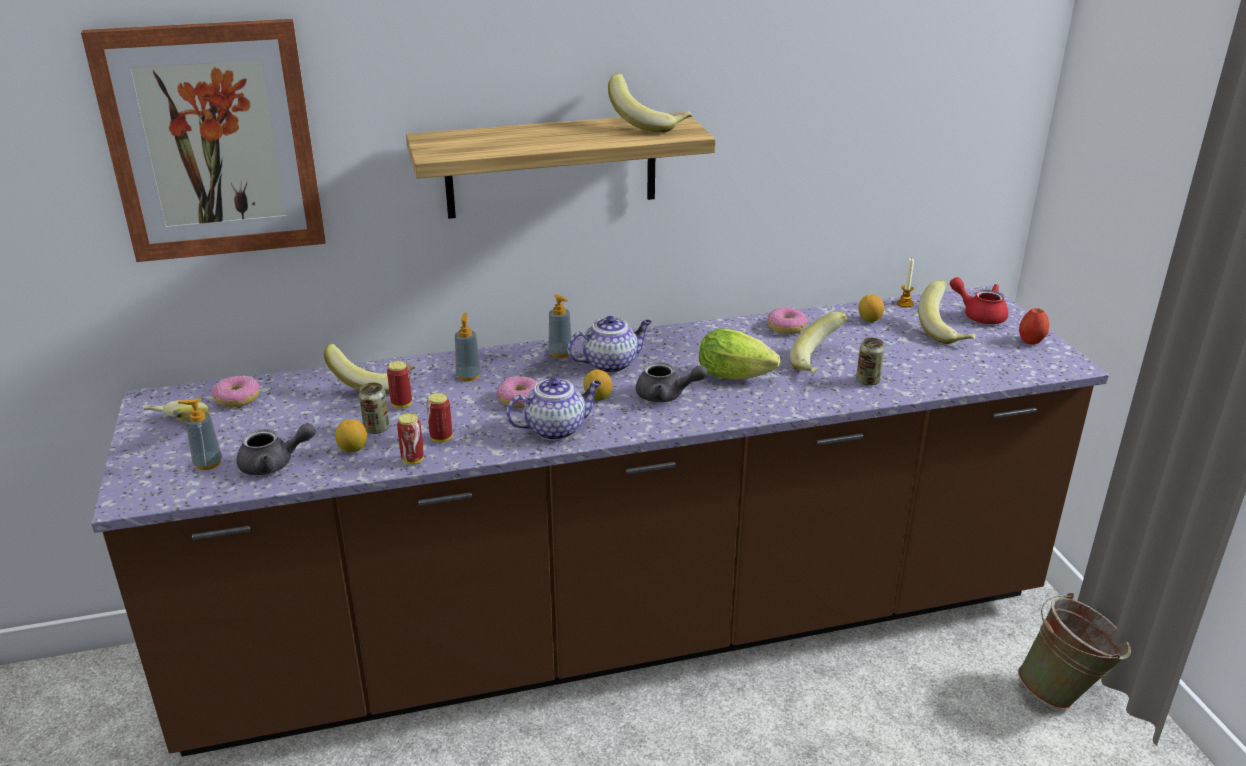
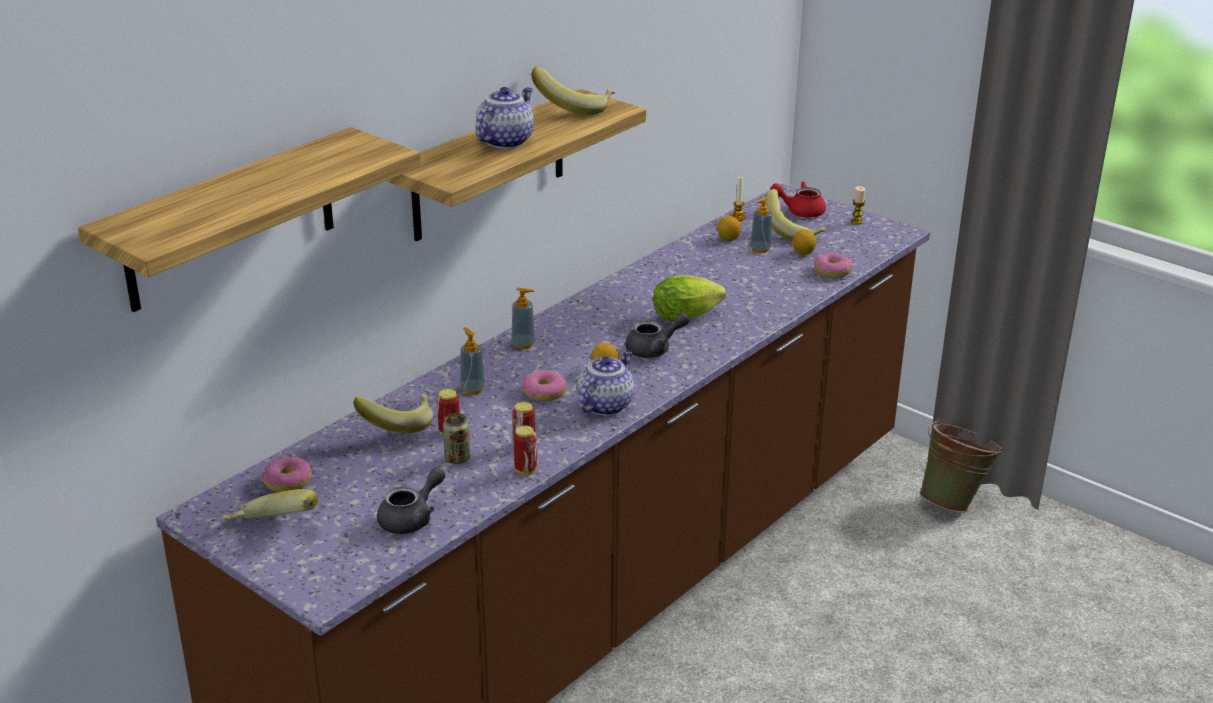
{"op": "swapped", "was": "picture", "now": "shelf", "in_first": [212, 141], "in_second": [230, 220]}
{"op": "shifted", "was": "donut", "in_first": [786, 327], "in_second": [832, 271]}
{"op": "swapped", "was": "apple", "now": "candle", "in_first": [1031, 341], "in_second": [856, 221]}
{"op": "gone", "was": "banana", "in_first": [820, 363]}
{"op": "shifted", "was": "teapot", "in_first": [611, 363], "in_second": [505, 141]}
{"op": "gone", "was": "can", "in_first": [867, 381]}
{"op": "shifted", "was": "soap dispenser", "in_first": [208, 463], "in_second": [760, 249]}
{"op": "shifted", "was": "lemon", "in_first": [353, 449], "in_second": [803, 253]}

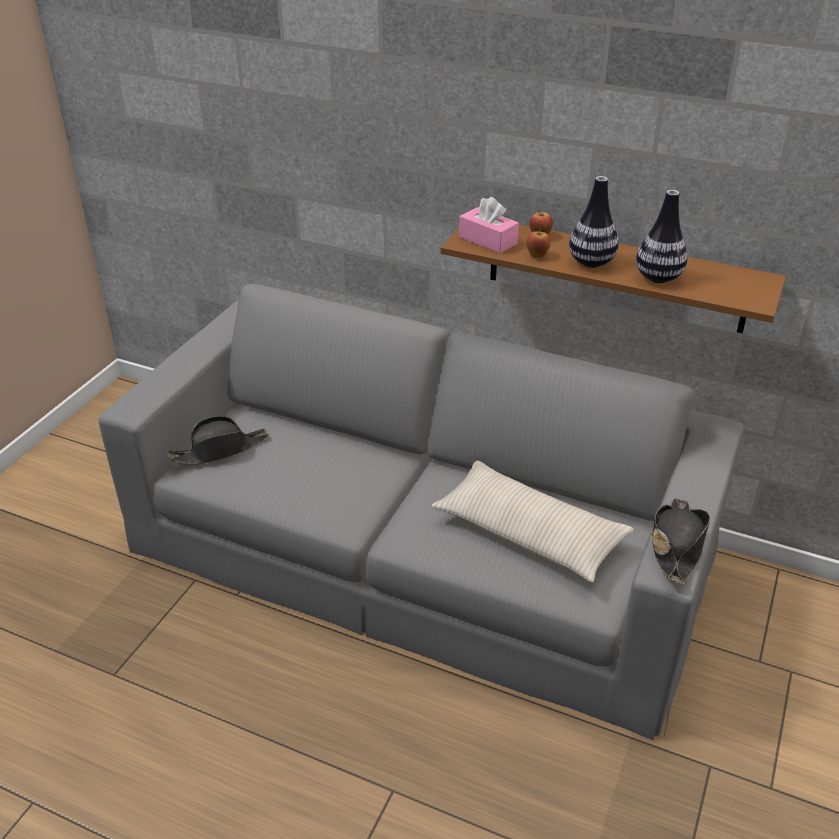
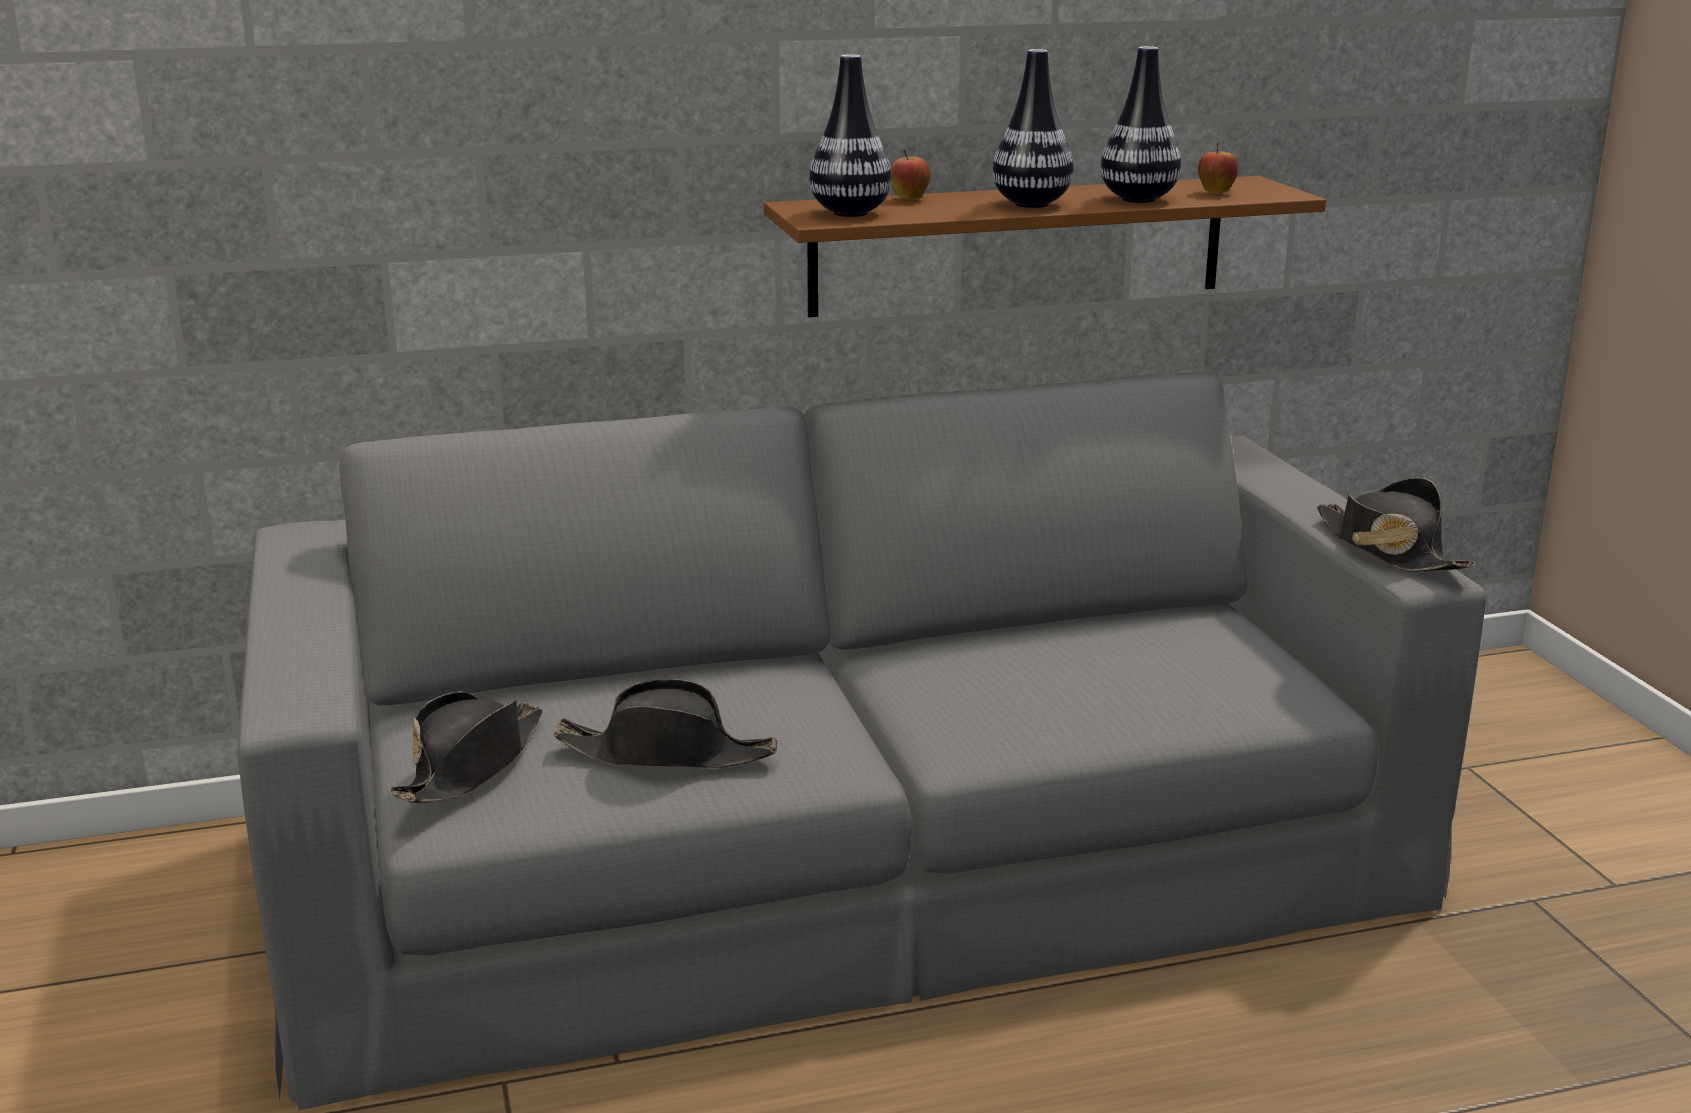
{"op": "swapped", "was": "tissue box (pink)", "now": "vase", "in_first": [488, 240], "in_second": [850, 213]}
{"op": "shifted", "was": "apple", "in_first": [537, 256], "in_second": [1215, 193]}
{"op": "gone", "was": "pillow (beige)", "in_first": [529, 533]}
{"op": "new", "now": "hat (black)", "in_second": [667, 753]}

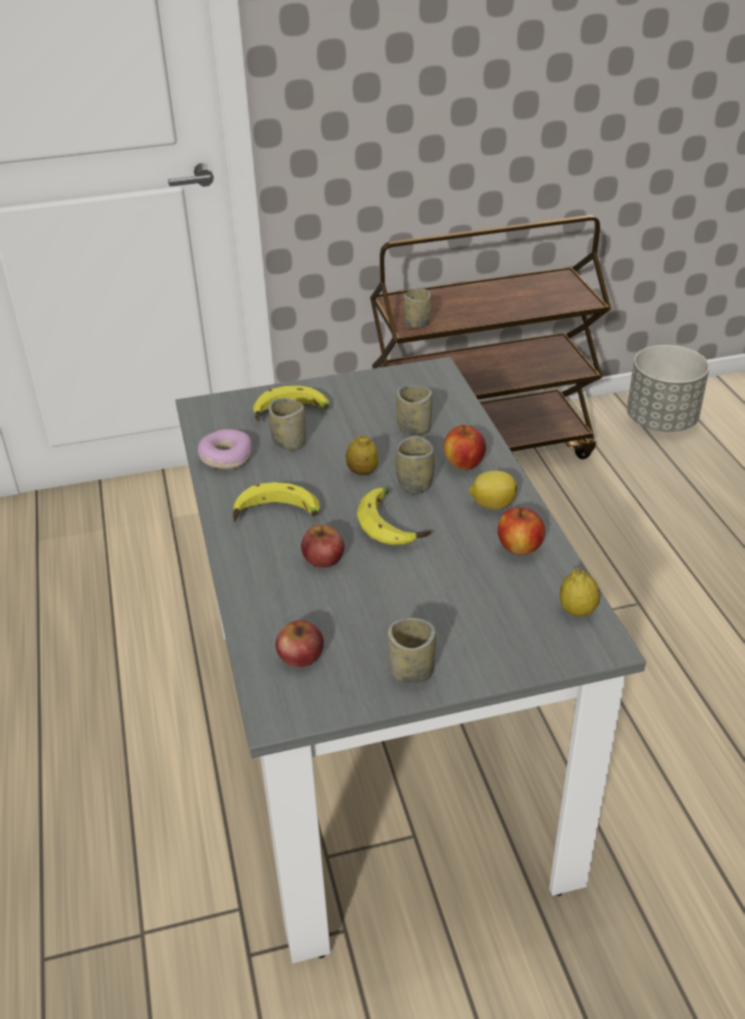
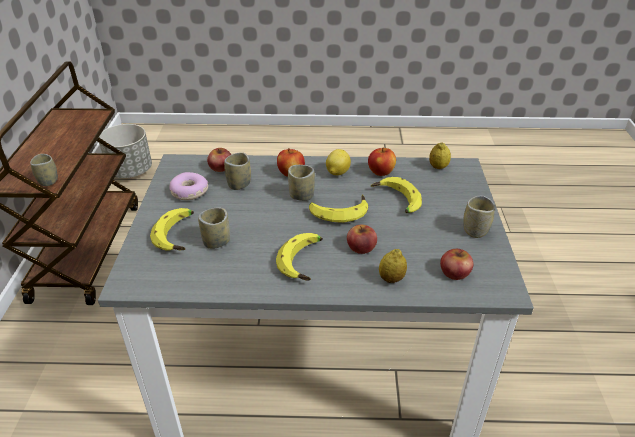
{"op": "shifted", "was": "donut", "in_first": [225, 457], "in_second": [189, 192]}
{"op": "shifted", "was": "lemon", "in_first": [362, 472], "in_second": [391, 279]}
{"op": "new", "now": "apple", "in_second": [220, 167]}
{"op": "new", "now": "banana", "in_second": [395, 201]}

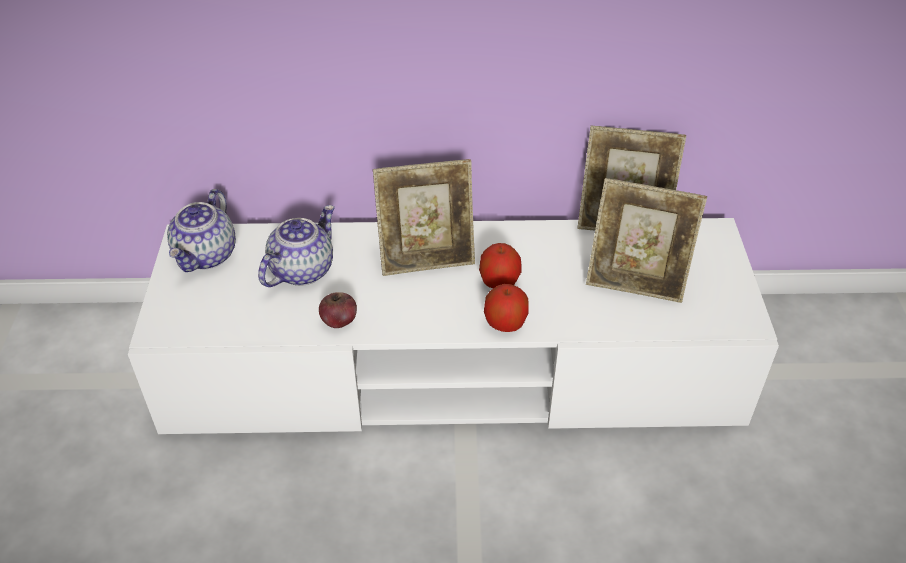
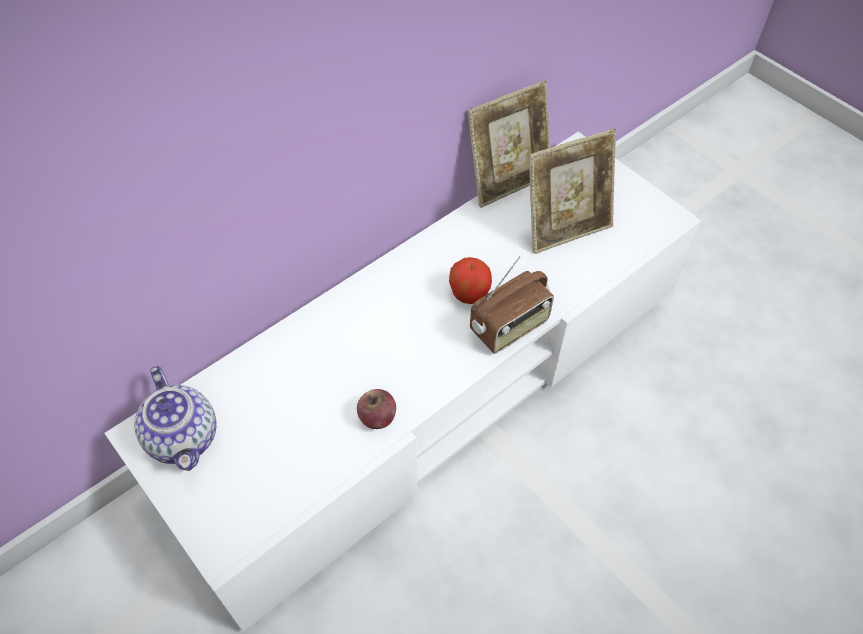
{"op": "gone", "was": "picture frame", "in_first": [426, 258]}
{"op": "gone", "was": "teapot", "in_first": [302, 269]}
{"op": "swapped", "was": "apple", "now": "radio", "in_first": [505, 323], "in_second": [510, 328]}

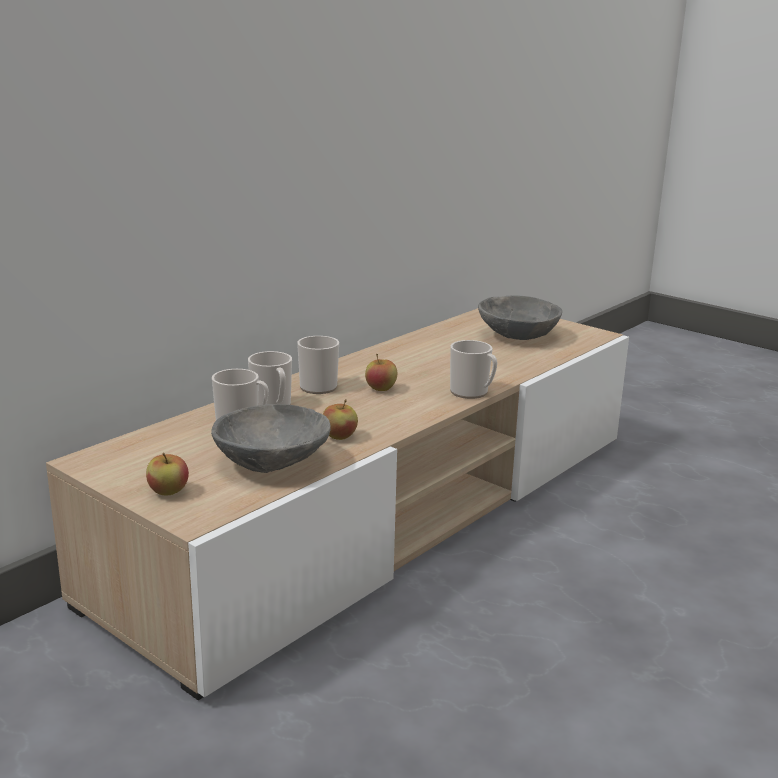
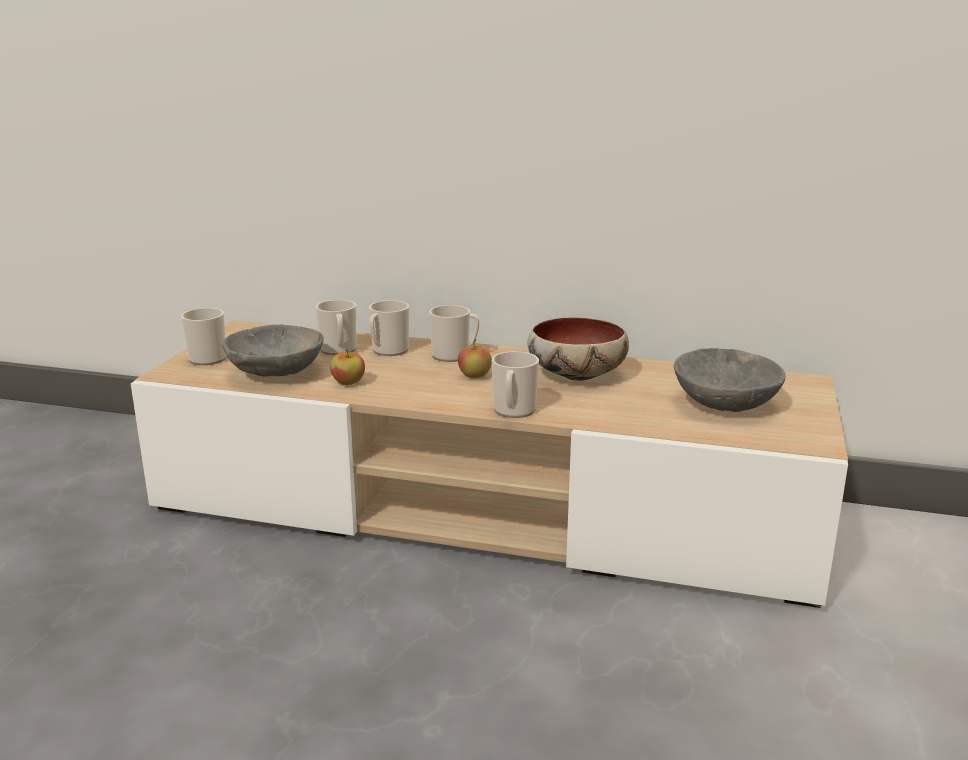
{"op": "swapped", "was": "apple", "now": "mug", "in_first": [168, 492], "in_second": [205, 357]}
{"op": "new", "now": "bowl", "in_second": [575, 375]}

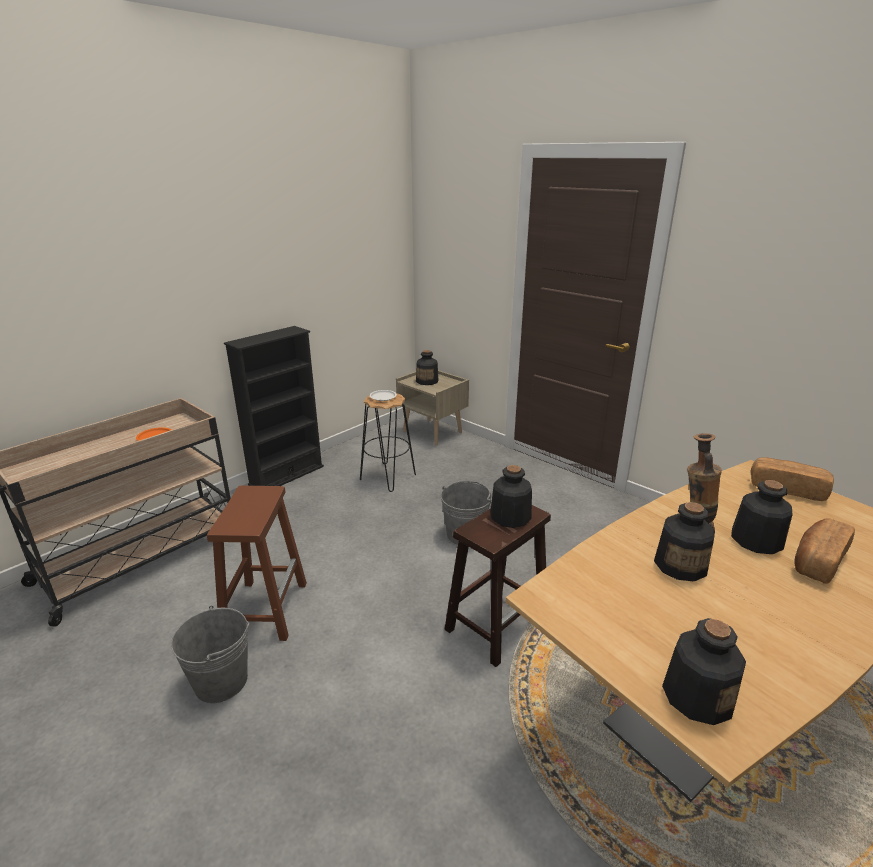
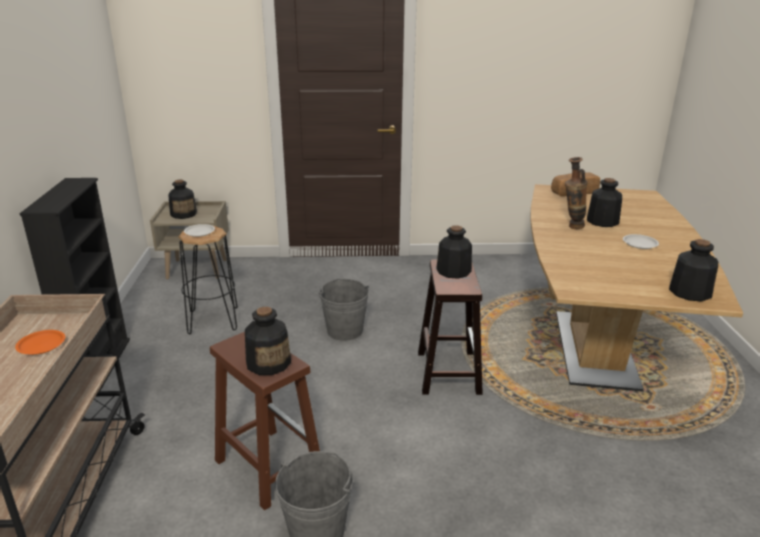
{"op": "shifted", "was": "bottle", "in_first": [680, 565], "in_second": [268, 363]}
{"op": "gone", "was": "bread", "in_first": [817, 561]}
{"op": "new", "now": "plate (white)", "in_second": [640, 244]}

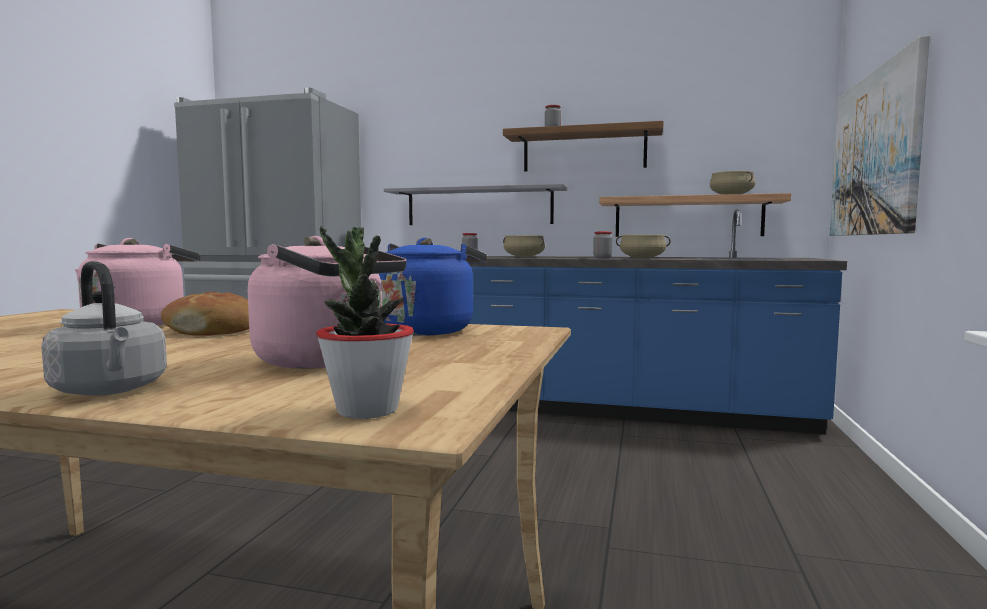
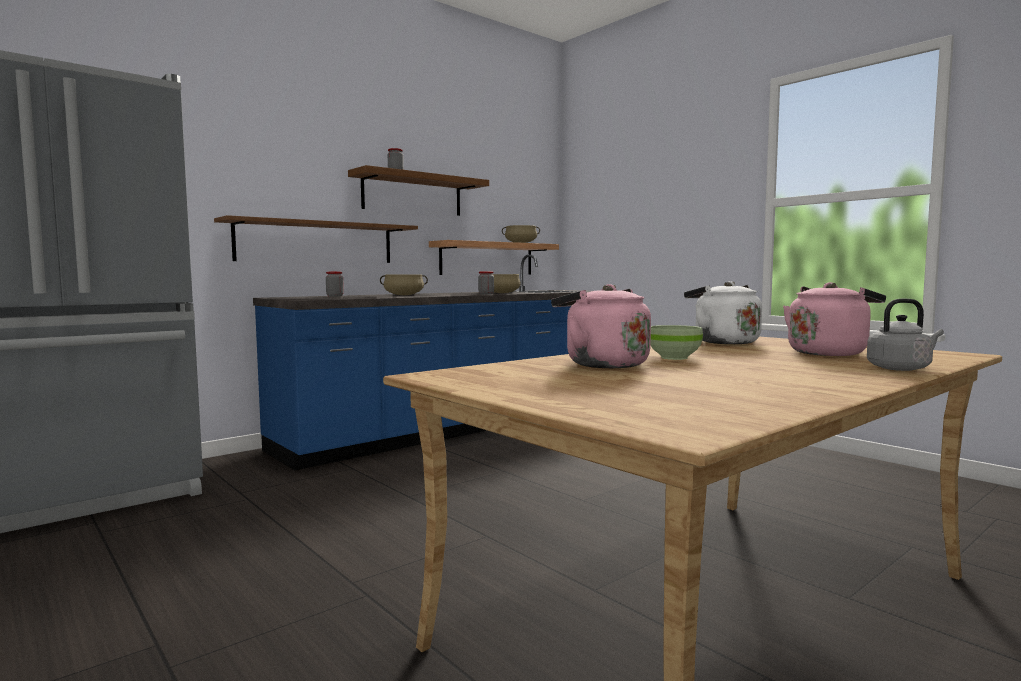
{"op": "gone", "was": "picture", "in_first": [874, 154]}
{"op": "repainted", "was": "shelf (grey)", "now": "shelf (brown)", "in_first": [479, 207], "in_second": [316, 242]}
{"op": "gone", "was": "potted plant", "in_first": [367, 410]}
{"op": "repainted", "was": "kettle (blue)", "now": "kettle (white)", "in_first": [428, 330], "in_second": [722, 342]}
{"op": "swapped", "was": "bread", "now": "bowl (green)", "in_first": [213, 330], "in_second": [673, 357]}

